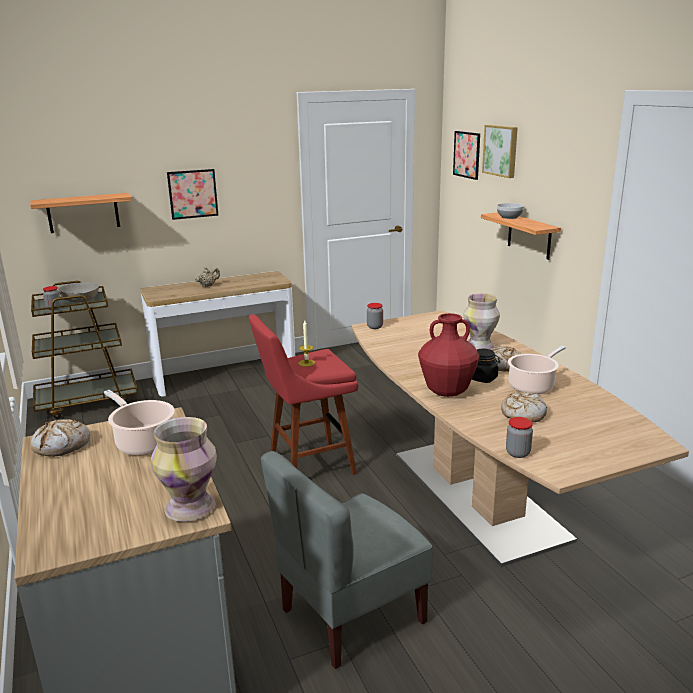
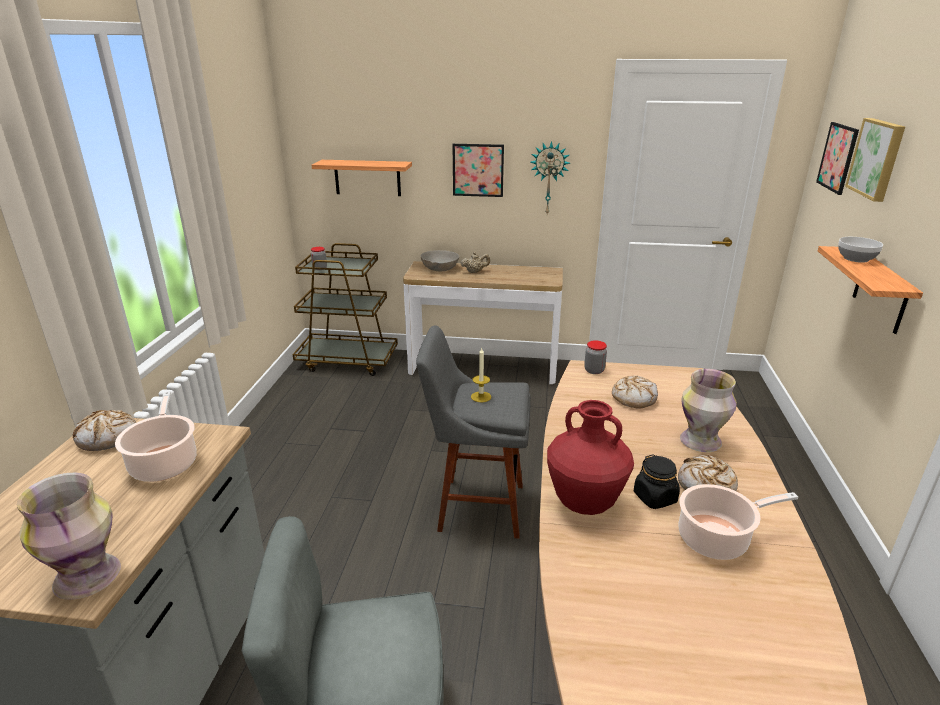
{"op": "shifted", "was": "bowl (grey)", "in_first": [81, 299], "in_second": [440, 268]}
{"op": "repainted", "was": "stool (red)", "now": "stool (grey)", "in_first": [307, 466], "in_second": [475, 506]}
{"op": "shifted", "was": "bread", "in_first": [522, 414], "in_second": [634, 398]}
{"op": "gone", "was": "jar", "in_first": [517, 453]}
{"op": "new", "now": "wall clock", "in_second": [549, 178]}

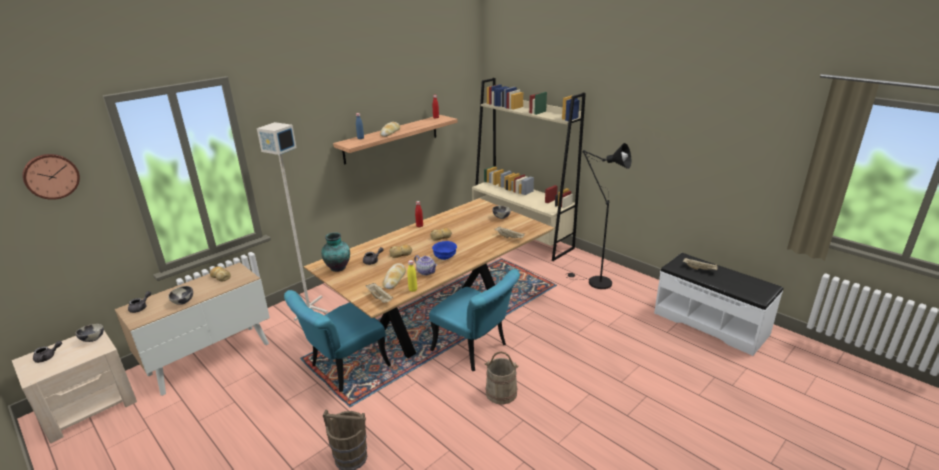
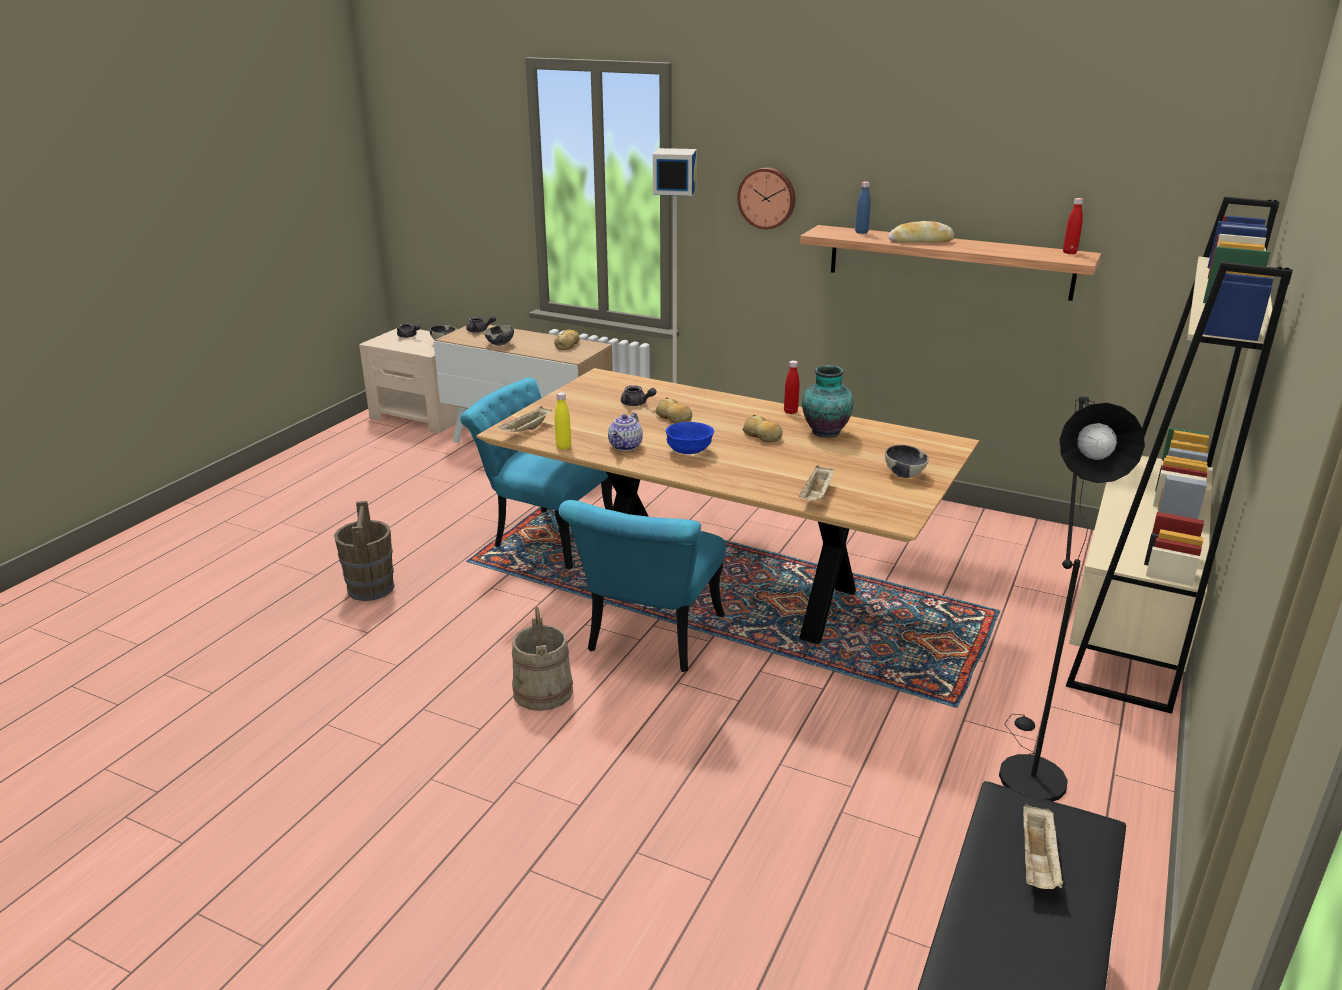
{"op": "shifted", "was": "wall clock", "in_first": [51, 176], "in_second": [767, 198]}
{"op": "shifted", "was": "vase", "in_first": [338, 268], "in_second": [824, 432]}
{"op": "gone", "was": "bread", "in_first": [394, 279]}

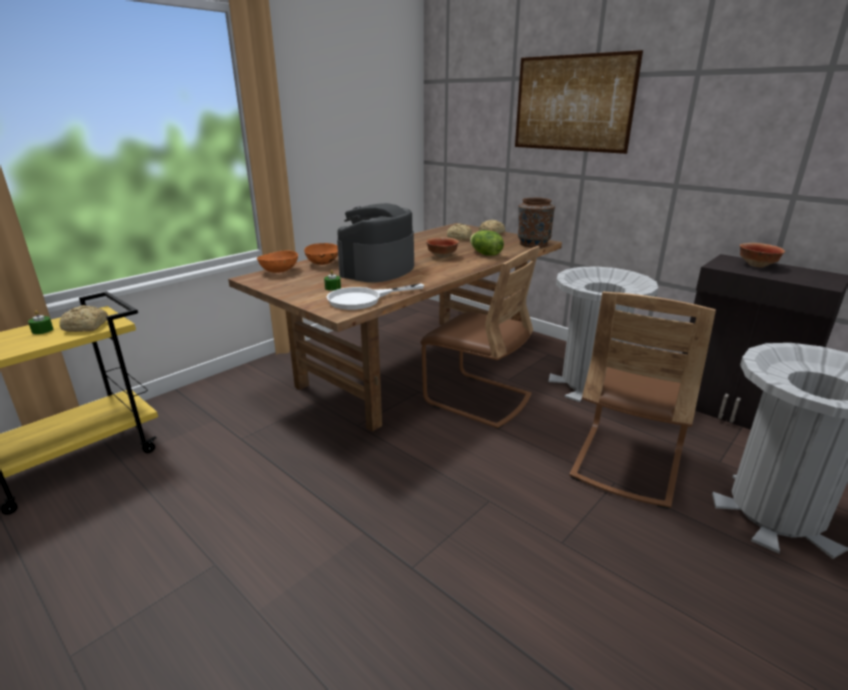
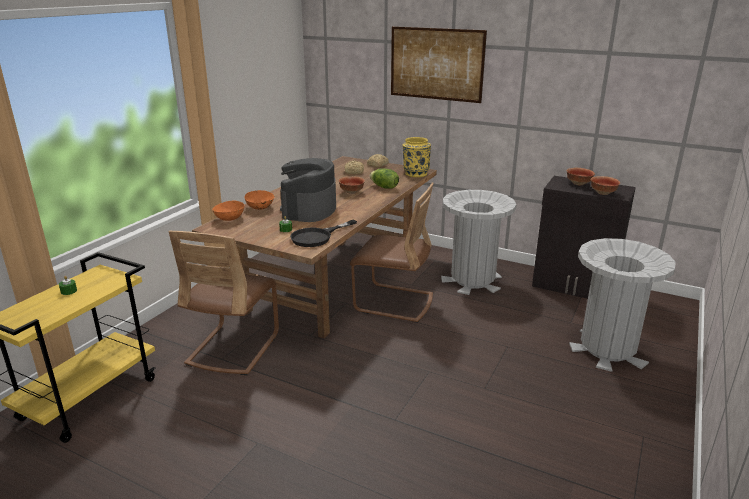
{"op": "repainted", "was": "vase (brown)", "now": "vase (yellow)", "in_first": [533, 244], "in_second": [415, 173]}
{"op": "repainted", "was": "frying pan (white)", "now": "frying pan (black)", "in_first": [364, 299], "in_second": [317, 237]}
{"op": "shifted", "was": "chair (brown)", "in_first": [627, 463], "in_second": [233, 348]}
{"op": "gone", "was": "bread", "in_first": [86, 327]}
{"op": "new", "now": "bowl", "in_second": [603, 193]}

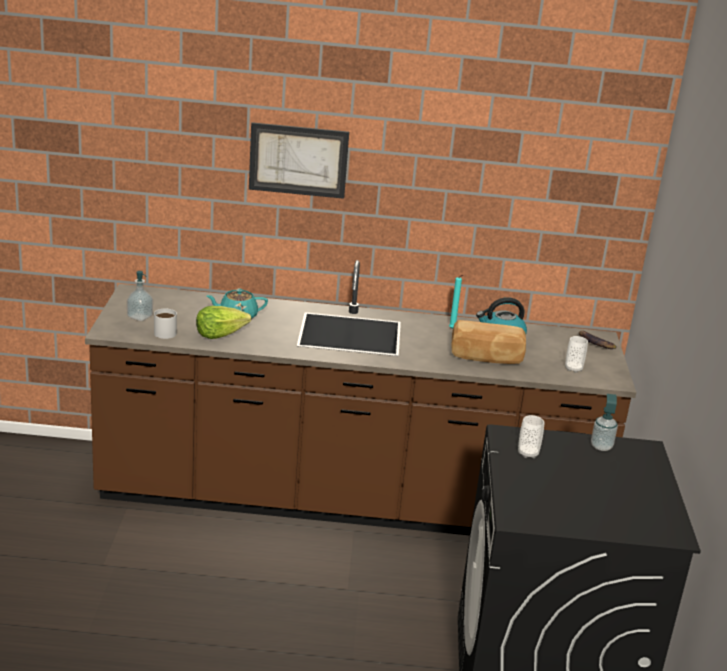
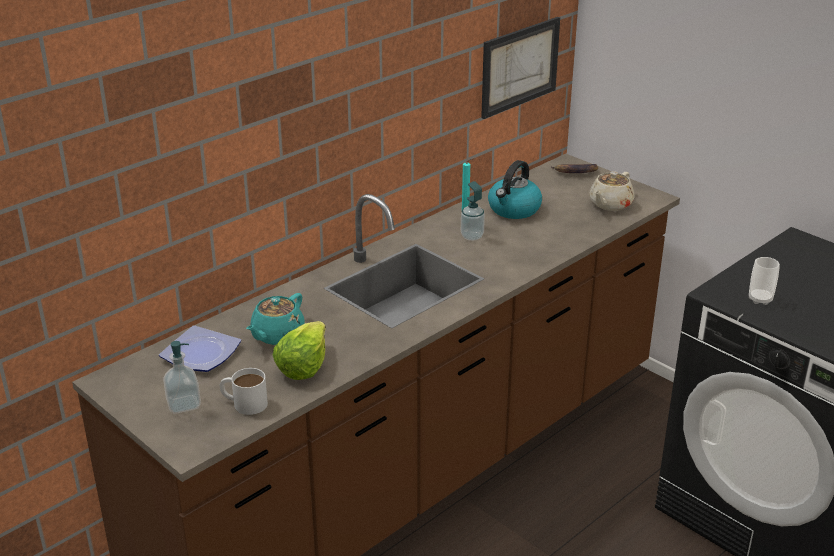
{"op": "shifted", "was": "picture", "in_first": [298, 160], "in_second": [519, 66]}
{"op": "gone", "was": "bread", "in_first": [486, 357]}
{"op": "swapped", "was": "cup", "now": "teapot (beige)", "in_first": [573, 369], "in_second": [610, 204]}
{"op": "shifted", "was": "soap dispenser", "in_first": [601, 446], "in_second": [472, 236]}
{"op": "new", "now": "plate", "in_second": [203, 353]}

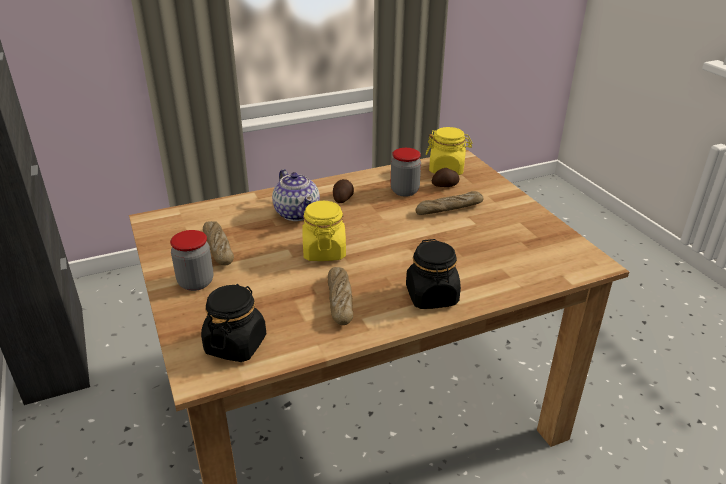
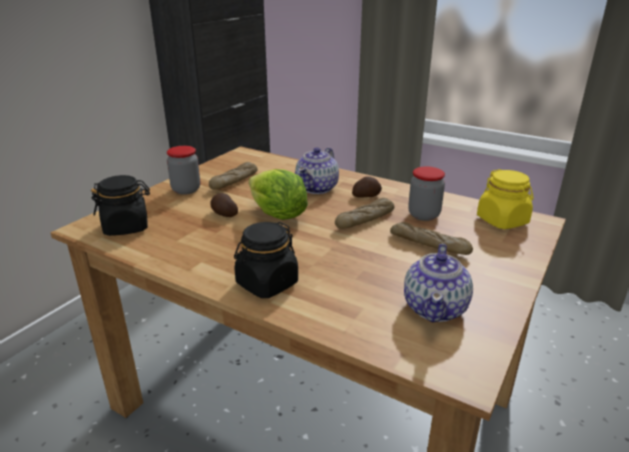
{"op": "shifted", "was": "potato", "in_first": [445, 186], "in_second": [224, 214]}
{"op": "swapped", "was": "jar (yellow)", "now": "lettuce", "in_first": [324, 251], "in_second": [277, 215]}
{"op": "shifted", "was": "bread", "in_first": [340, 301], "in_second": [365, 220]}
{"op": "new", "now": "teapot", "in_second": [435, 308]}

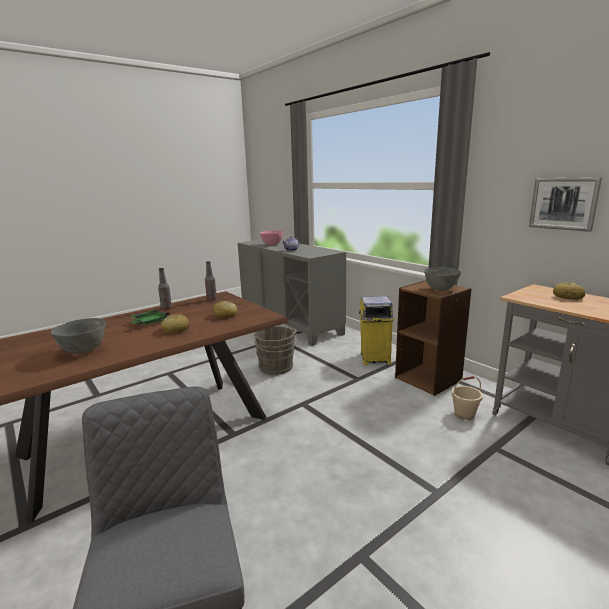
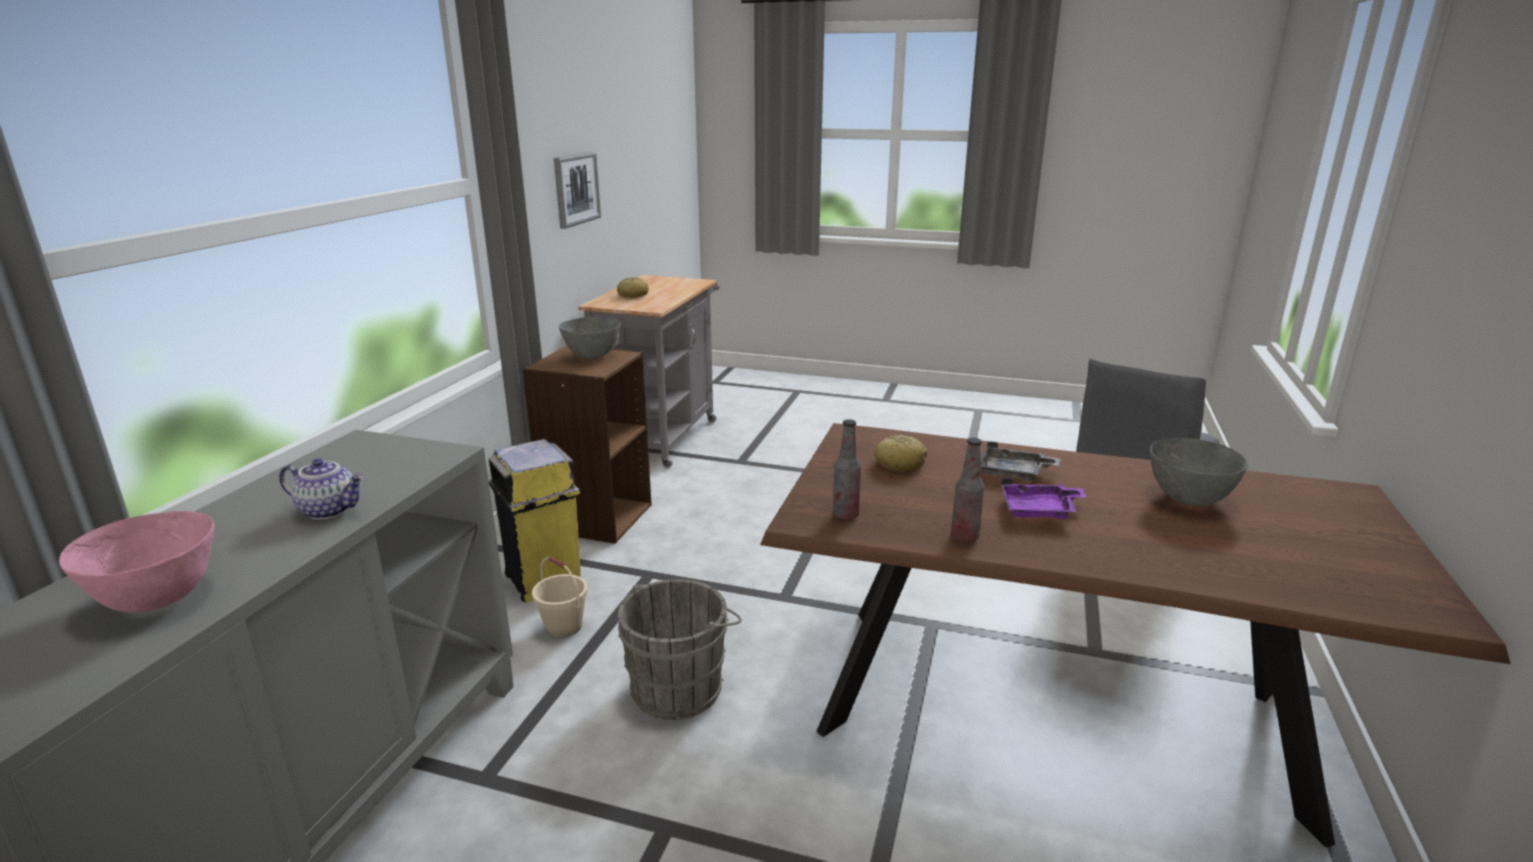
{"op": "repainted", "was": "tray (green)", "now": "tray (purple)", "in_first": [149, 322], "in_second": [1039, 511]}
{"op": "swapped", "was": "bread", "now": "tray (grey)", "in_first": [175, 329], "in_second": [1013, 473]}
{"op": "shifted", "was": "bucket (beige)", "in_first": [464, 414], "in_second": [563, 627]}

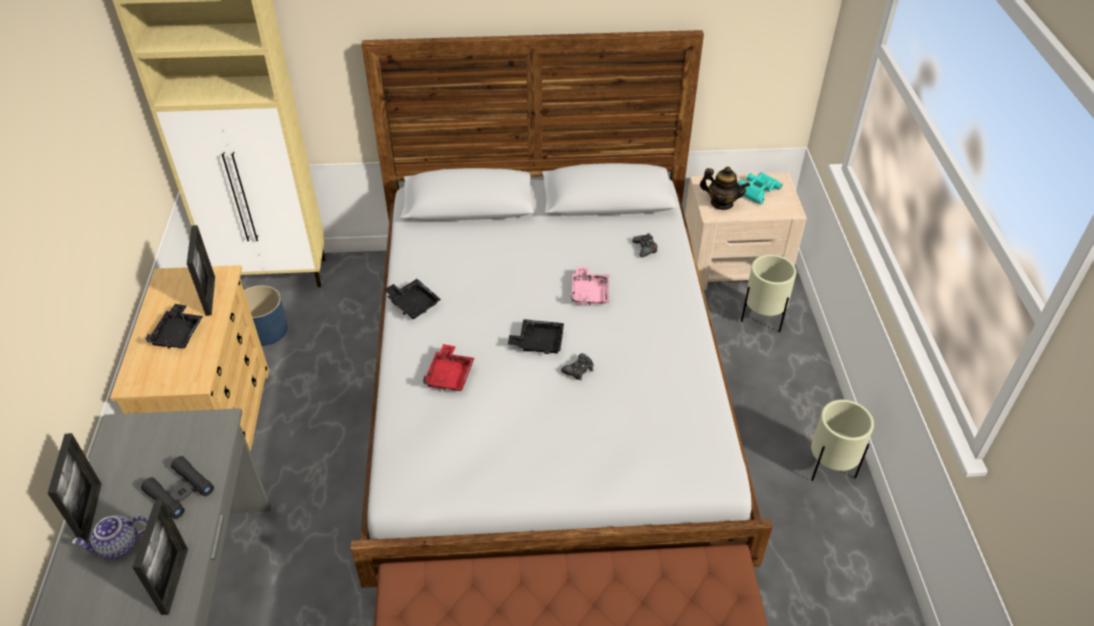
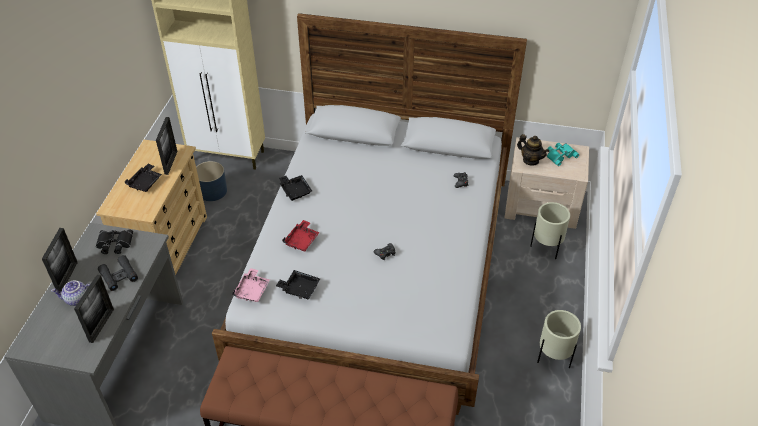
{"op": "shifted", "was": "tray (pink)", "in_first": [589, 293], "in_second": [252, 290]}
{"op": "shifted", "was": "tray (black)", "in_first": [538, 342], "in_second": [299, 288]}
{"op": "new", "now": "binoculars (black)", "in_second": [114, 244]}

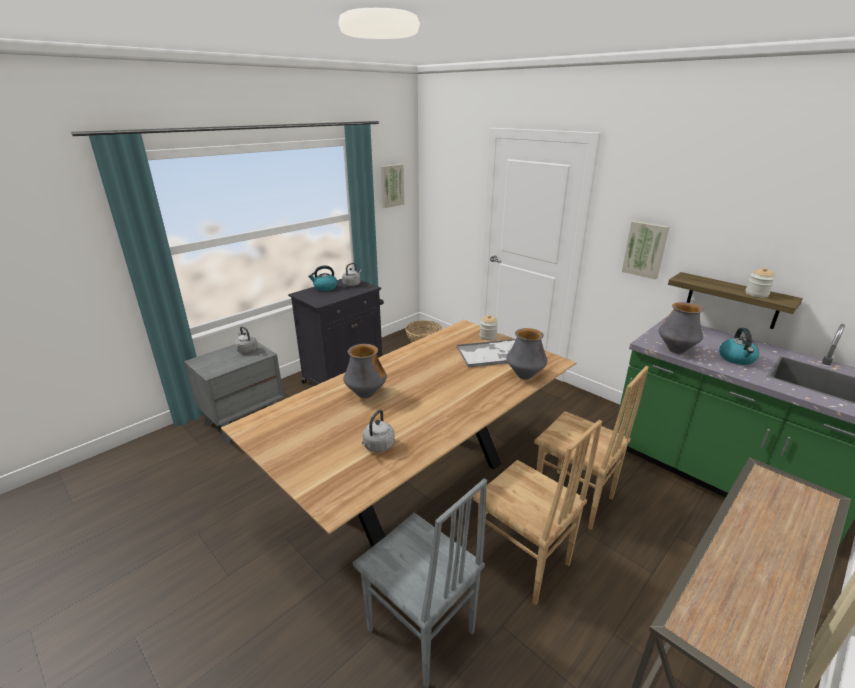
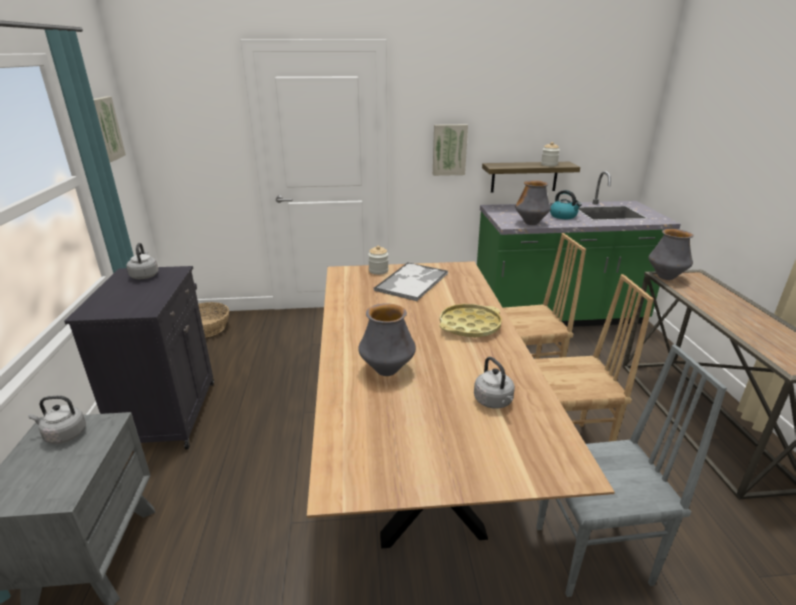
{"op": "gone", "was": "kettle", "in_first": [325, 288]}
{"op": "shifted", "was": "vase", "in_first": [524, 376], "in_second": [665, 277]}
{"op": "new", "now": "tray (yellow)", "in_second": [469, 326]}

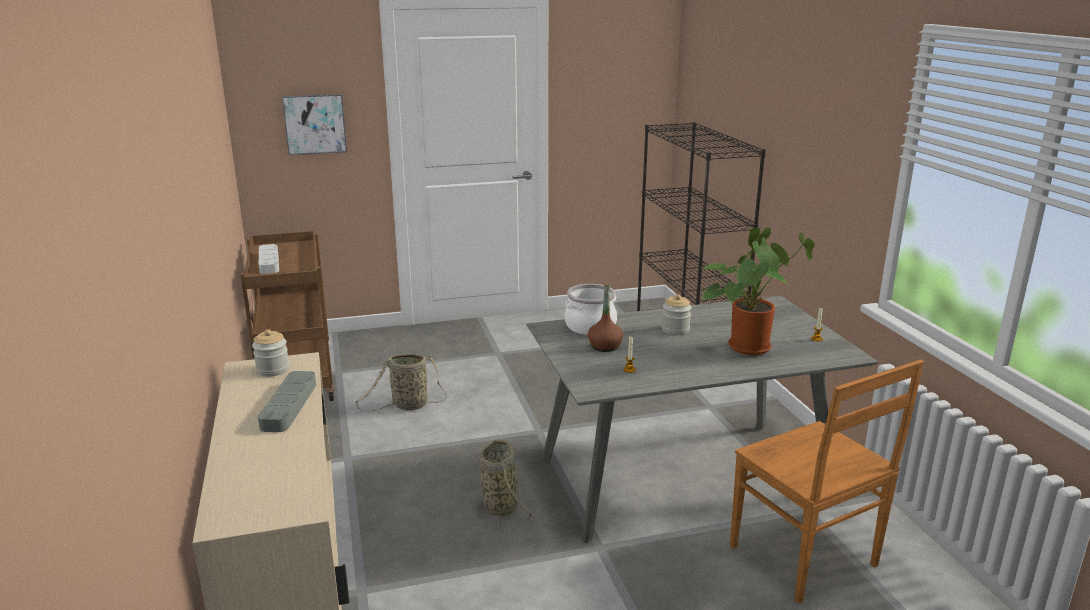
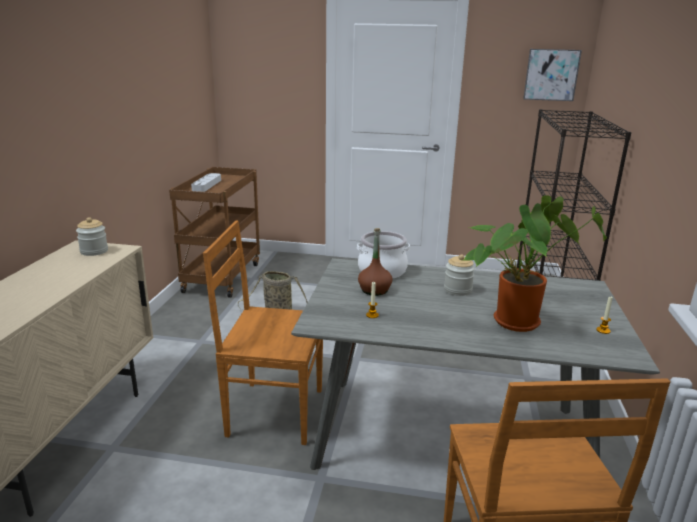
{"op": "shifted", "was": "picture", "in_first": [315, 124], "in_second": [551, 75]}
{"op": "gone", "was": "tray (grey)", "in_first": [289, 405]}
{"op": "swapped", "was": "basket", "now": "chair (brown)", "in_first": [500, 505], "in_second": [272, 411]}

